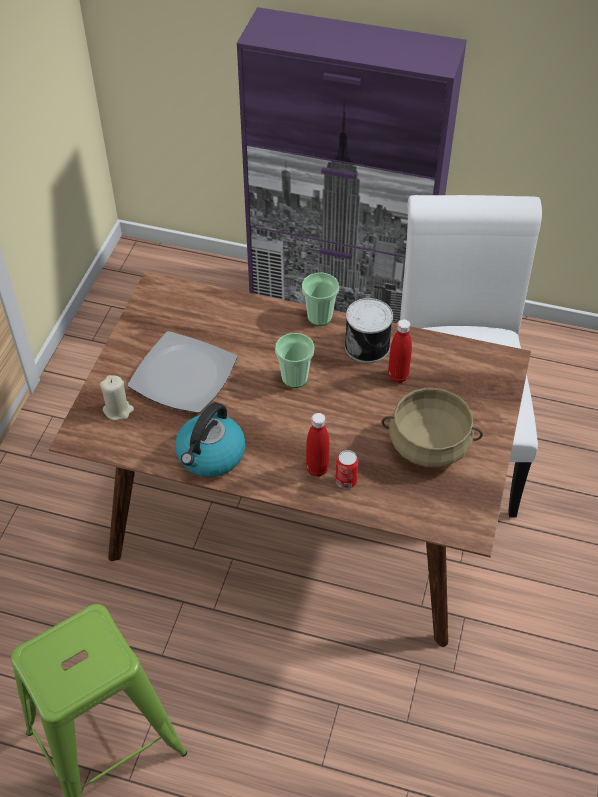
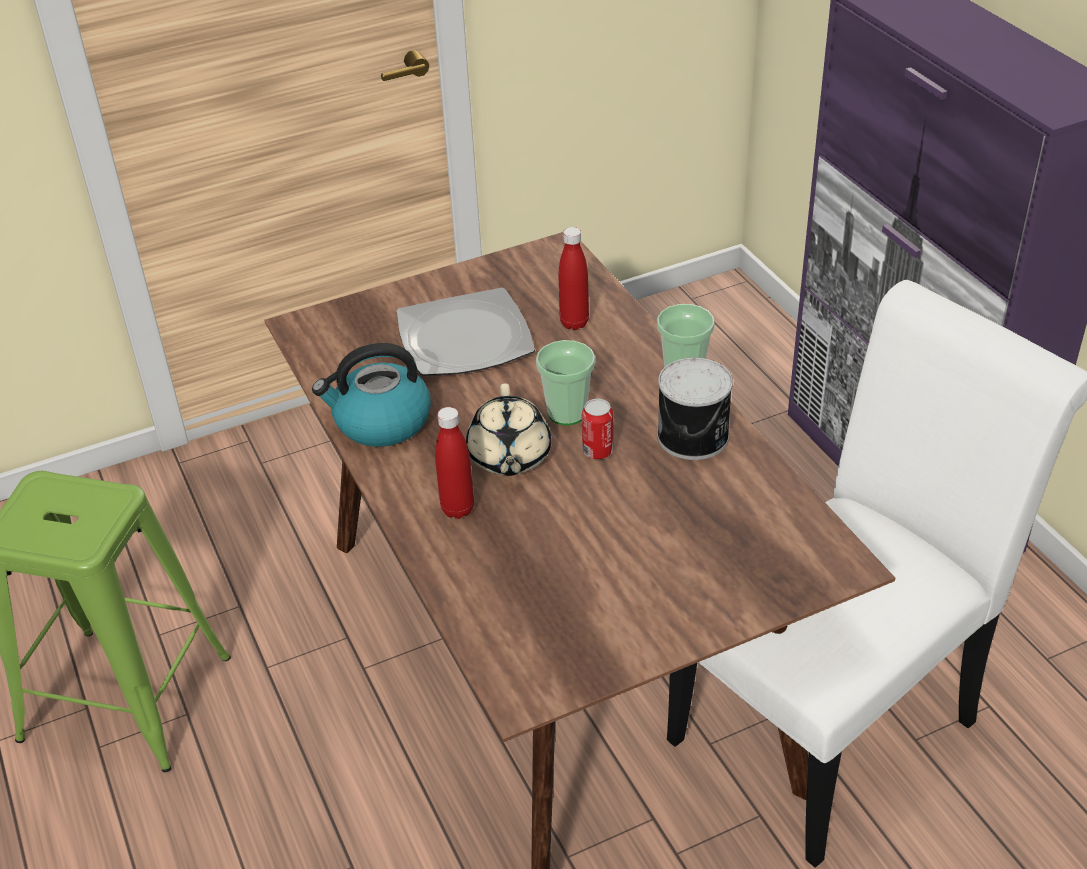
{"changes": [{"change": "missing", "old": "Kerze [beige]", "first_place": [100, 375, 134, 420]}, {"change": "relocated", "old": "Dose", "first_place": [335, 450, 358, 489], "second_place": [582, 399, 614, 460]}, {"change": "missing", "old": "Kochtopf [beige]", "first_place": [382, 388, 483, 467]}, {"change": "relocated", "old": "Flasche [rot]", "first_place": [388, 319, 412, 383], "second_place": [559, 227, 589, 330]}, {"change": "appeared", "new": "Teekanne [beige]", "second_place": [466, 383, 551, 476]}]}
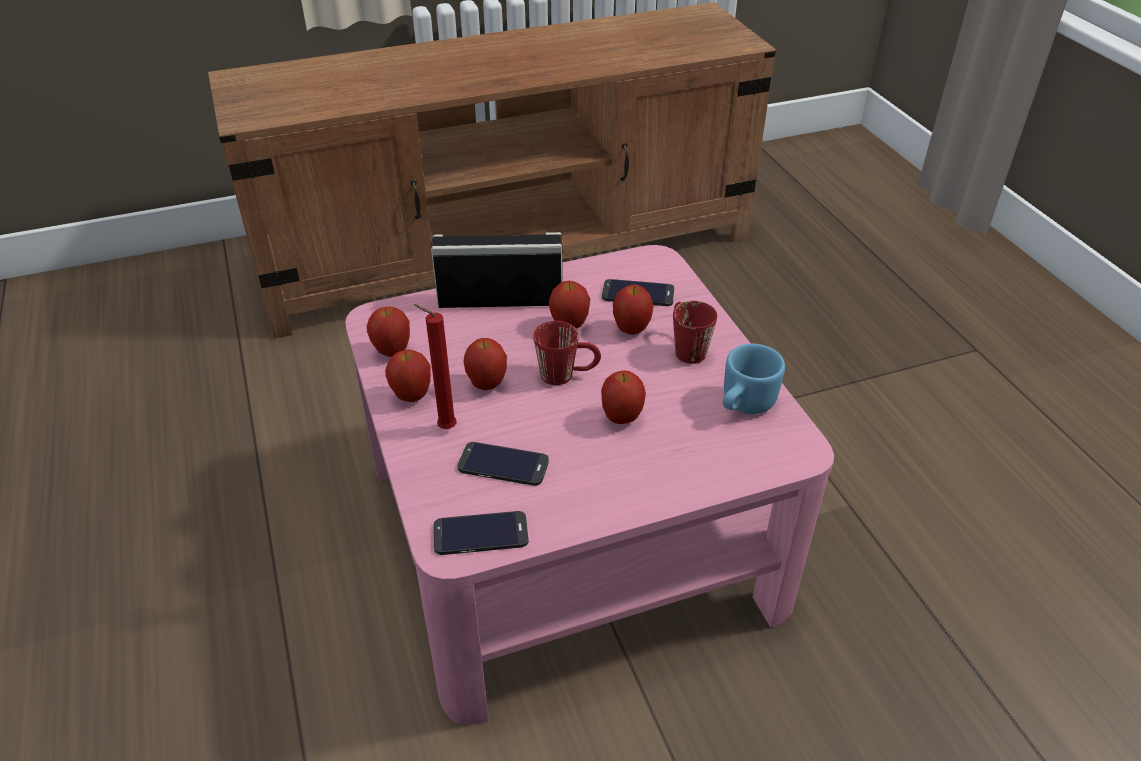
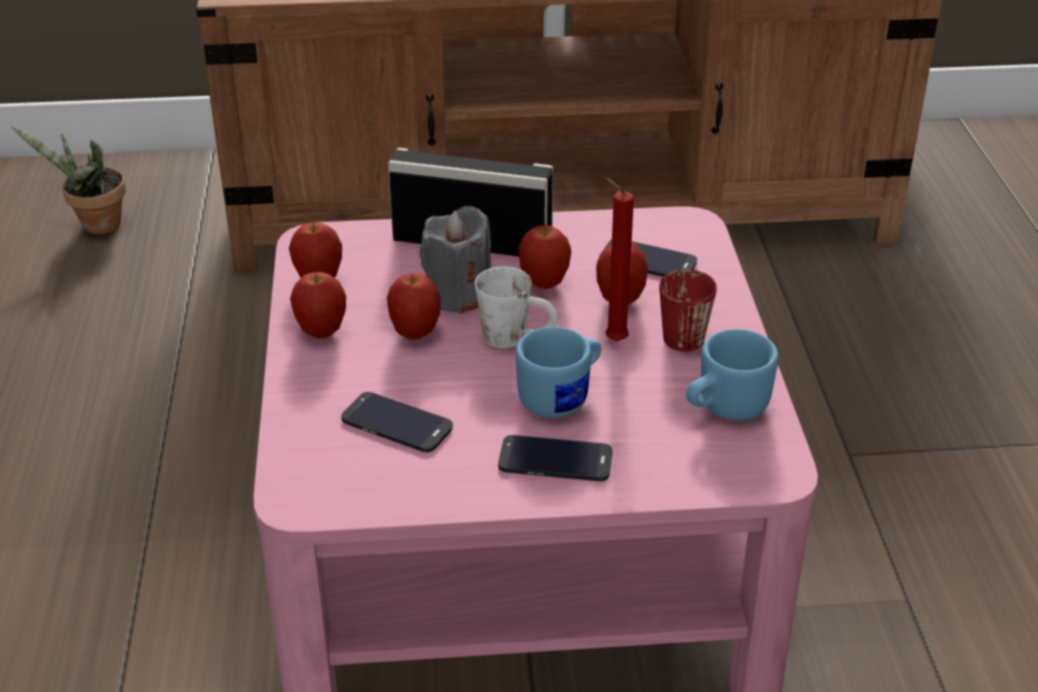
{"changes": [{"change": "relocated", "old": "Kerze [rot]", "first_place": [414, 304, 457, 429], "second_place": [604, 177, 634, 342]}, {"change": "relocated", "old": "Handy", "first_place": [433, 511, 528, 555], "second_place": [498, 435, 613, 481]}, {"change": "colour", "old": "Henkelbecher [rot]", "new": "Henkelbecher [weiß]", "first_place": [533, 321, 601, 385], "second_place": [475, 266, 558, 348]}, {"change": "exchanged", "old": "Apfel", "new": "Henkelbecher [blau]", "first_place": [601, 371, 646, 424], "second_place": [516, 327, 601, 418]}, {"change": "appeared", "new": "Topfpflanze", "second_place": [12, 126, 126, 234]}, {"change": "appeared", "new": "Kerze [grau]", "second_place": [419, 206, 491, 314]}]}
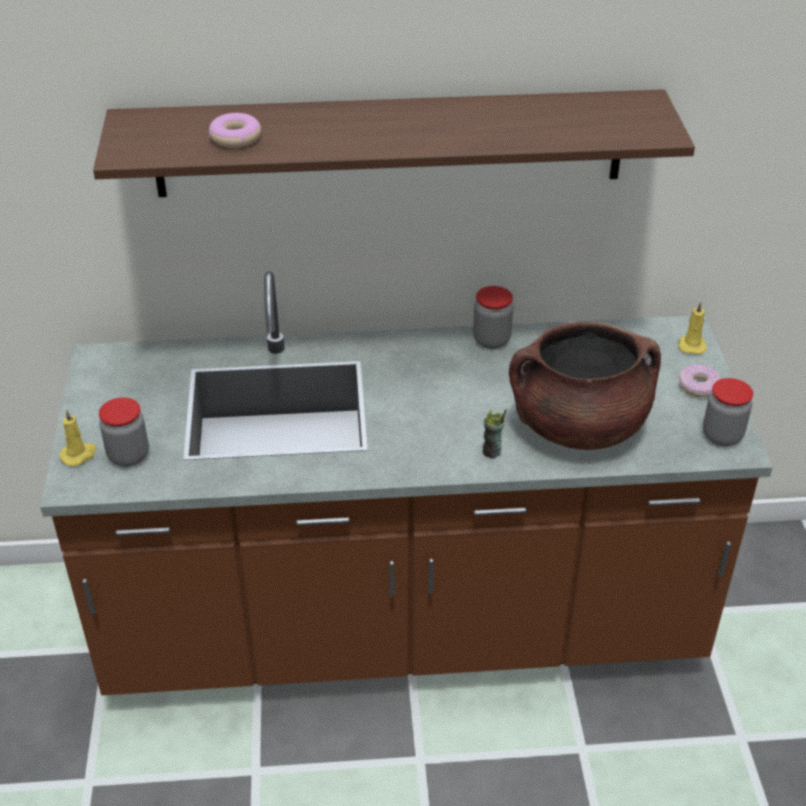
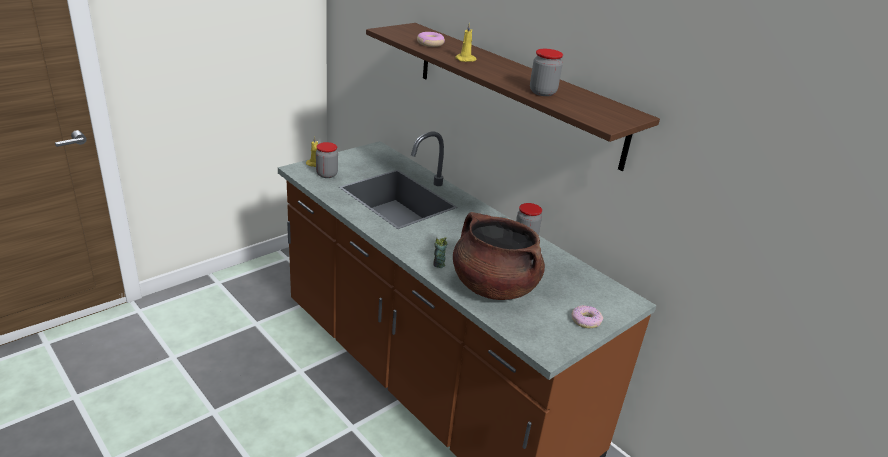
{"changes": [{"change": "relocated", "old": "Kerze [gelb]", "first_place": [678, 301, 707, 354], "second_place": [455, 22, 477, 62]}, {"change": "relocated", "old": "Vorratsglas", "first_place": [703, 378, 753, 446], "second_place": [530, 49, 563, 96]}]}
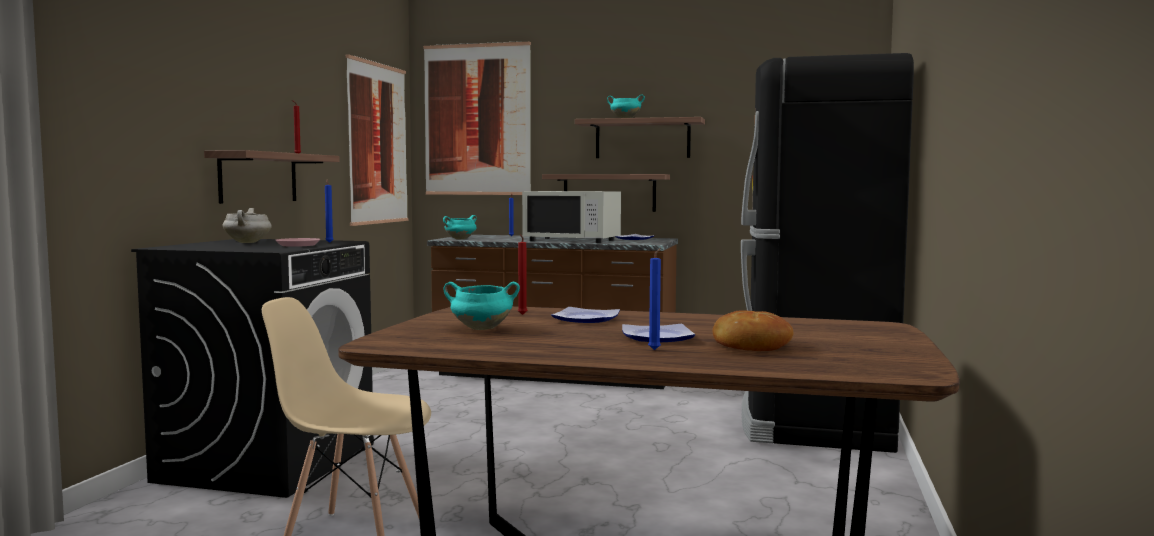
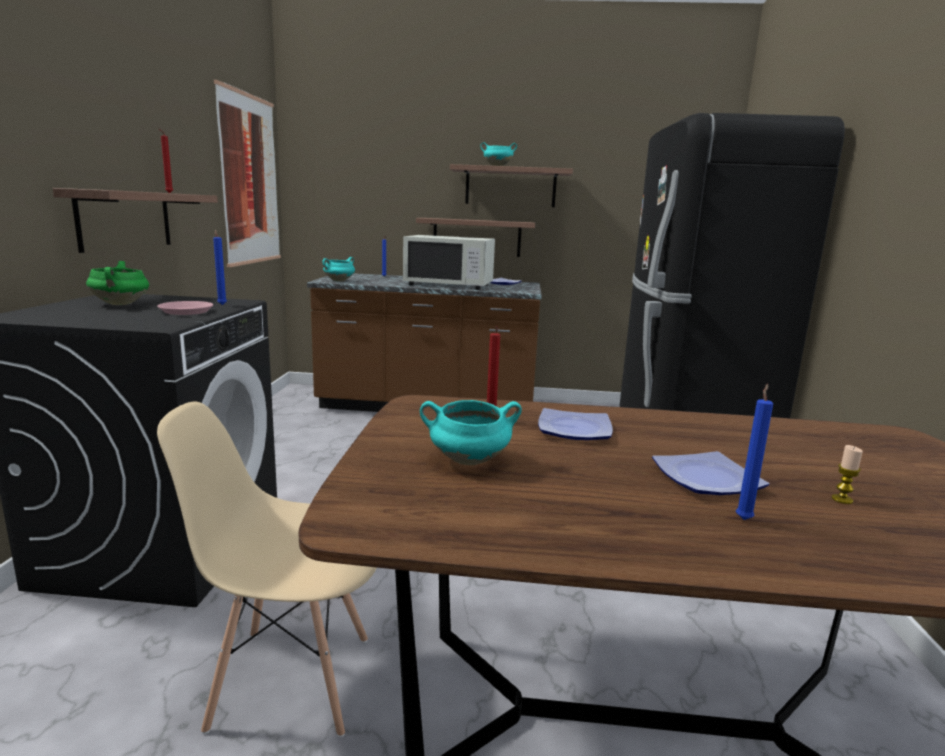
{"changes": [{"change": "colour", "old": "Kochtopf [weiß]", "new": "Kochtopf [grün]", "first_place": [222, 208, 272, 243], "second_place": [86, 261, 149, 305]}, {"change": "missing", "old": "Bild", "first_place": [423, 41, 531, 195]}, {"change": "exchanged", "old": "Brot", "new": "Kerze", "first_place": [712, 310, 794, 351], "second_place": [831, 445, 863, 504]}]}
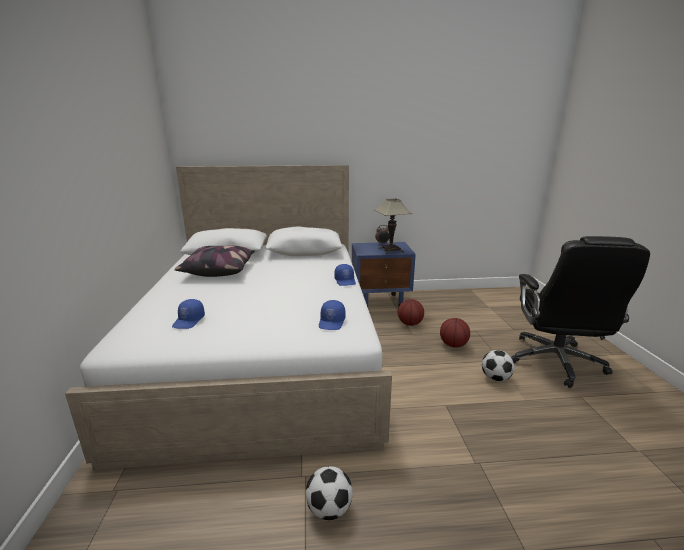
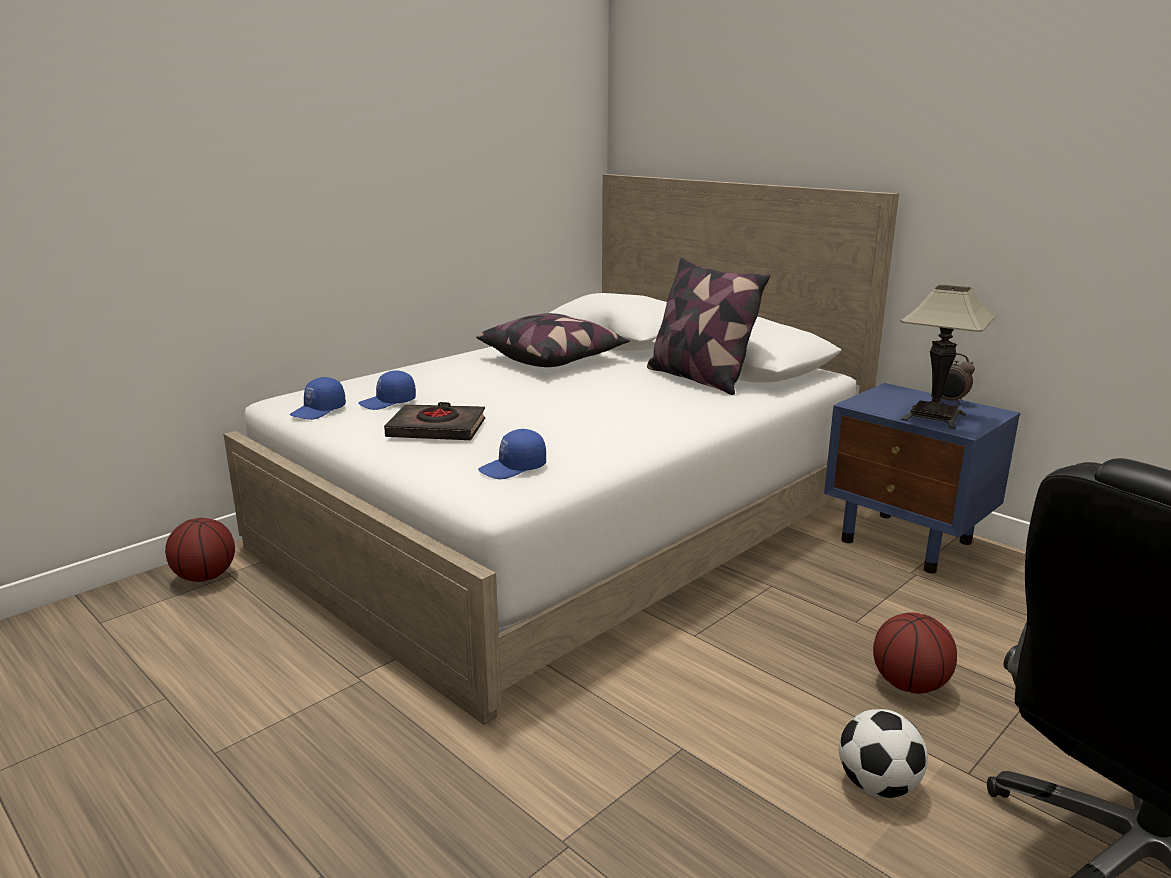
{"changes": [{"change": "missing", "old": "Fußball", "first_place": [306, 466, 353, 520]}, {"change": "relocated", "old": "Kappe [blau]", "first_place": [334, 264, 356, 286], "second_place": [290, 377, 346, 420]}, {"change": "relocated", "old": "Basketball", "first_place": [398, 299, 424, 326], "second_place": [165, 518, 235, 582]}, {"change": "appeared", "new": "Buch [schwarz]", "second_place": [384, 402, 485, 440]}, {"change": "appeared", "new": "Kissen", "second_place": [647, 257, 770, 395]}]}
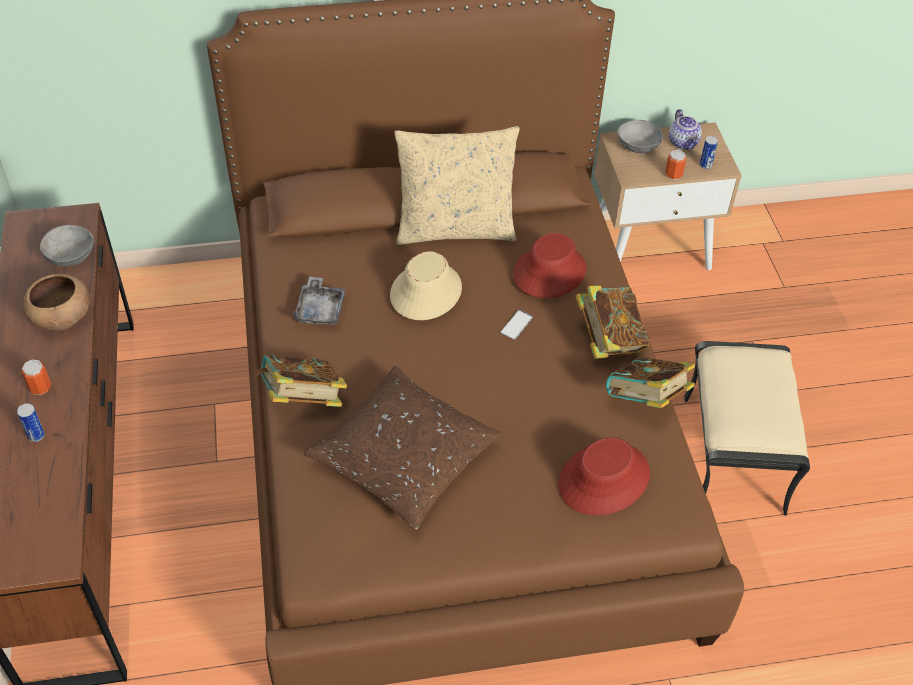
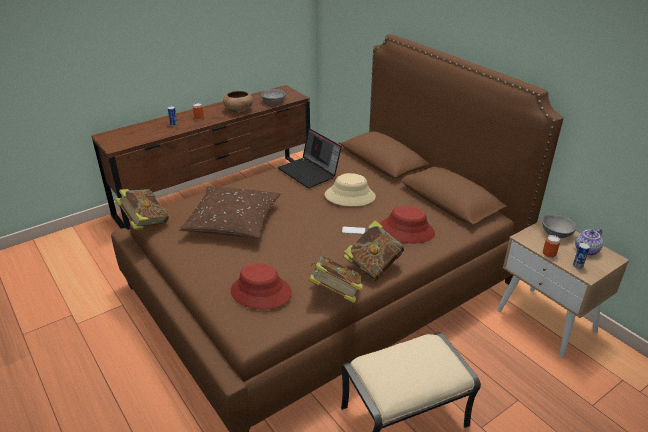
{"changes": [{"change": "relocated", "old": "Buch", "first_place": [255, 355, 347, 407], "second_place": [115, 189, 169, 230]}, {"change": "exchanged", "old": "Tablett [grau]", "new": "Laptop", "first_place": [293, 276, 346, 326], "second_place": [278, 128, 342, 188]}, {"change": "missing", "old": "Kissen [beige]", "first_place": [394, 126, 520, 245]}]}
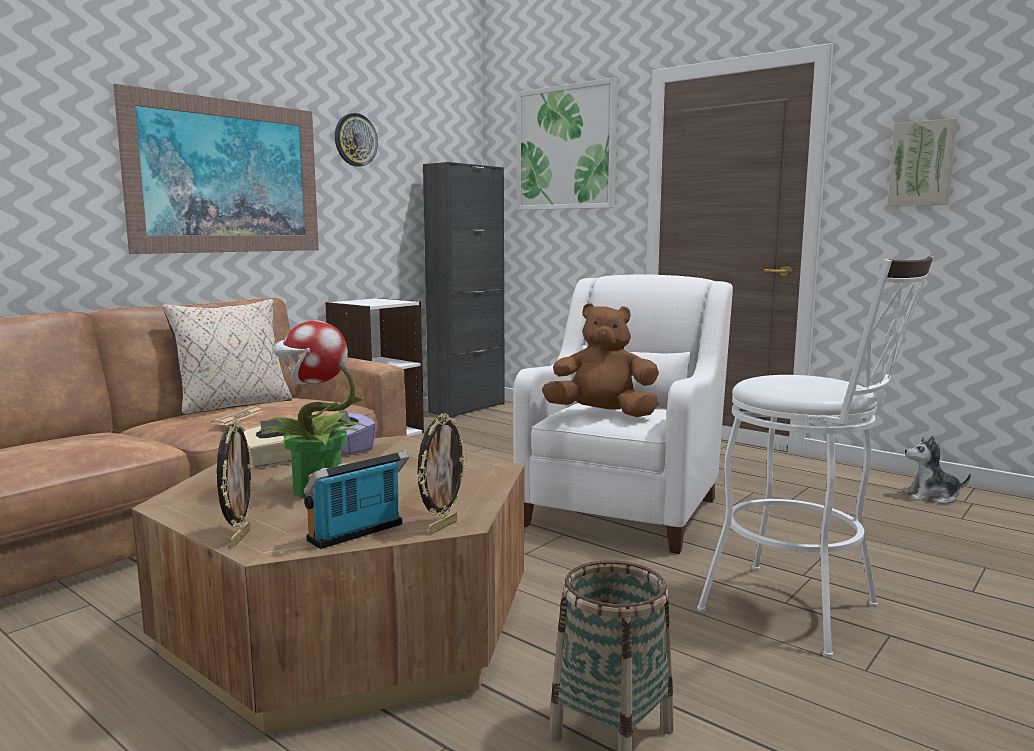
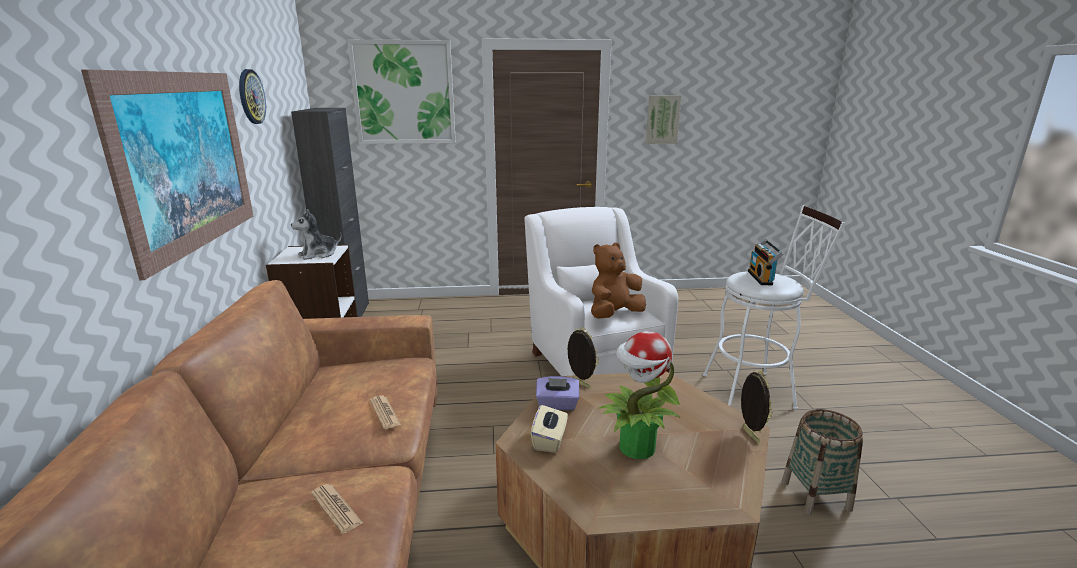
{"changes": [{"change": "missing", "old": "Kissen [beige]", "first_place": [163, 299, 292, 415]}, {"change": "relocated", "old": "Bilderrahmen", "first_place": [217, 420, 254, 546], "second_place": [567, 327, 599, 389]}, {"change": "relocated", "old": "Radio", "first_place": [303, 451, 410, 549], "second_place": [748, 239, 783, 285]}, {"change": "relocated", "old": "Plüschtier", "first_place": [903, 435, 971, 504], "second_place": [291, 209, 342, 260]}, {"change": "appeared", "new": "Zeitung", "second_place": [311, 484, 363, 534]}]}
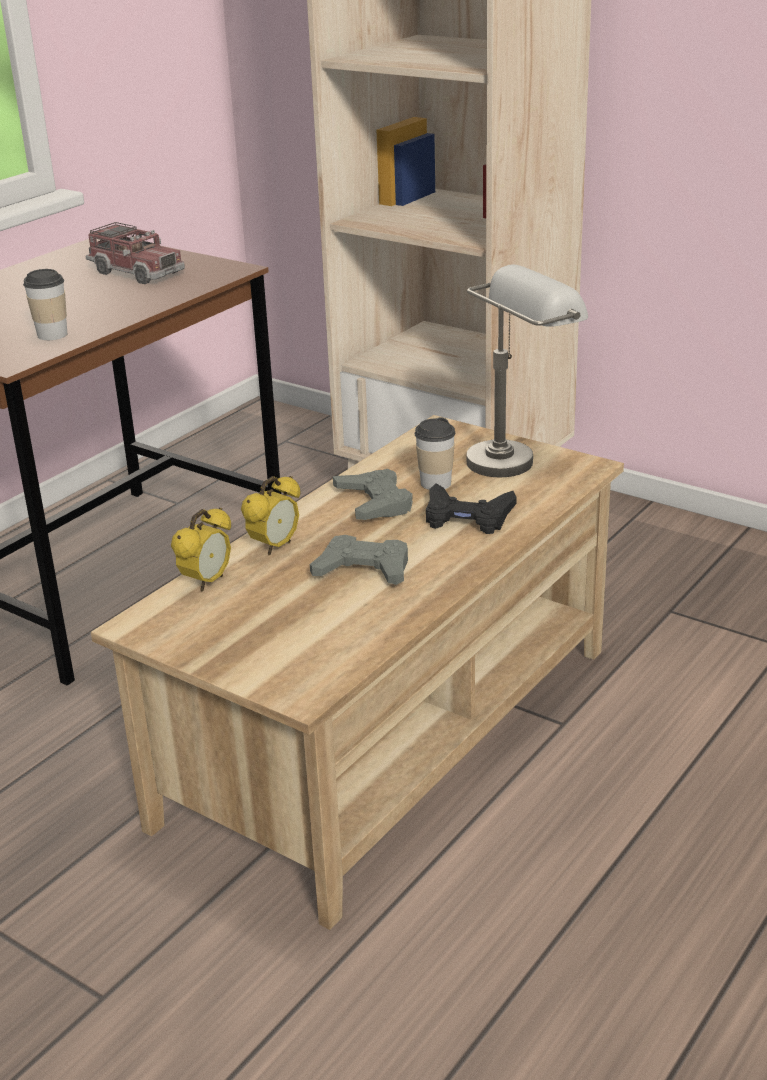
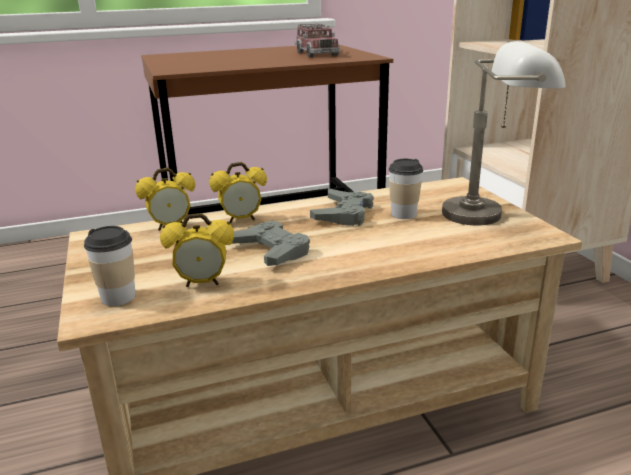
{"changes": [{"change": "relocated", "old": "Tasse", "first_place": [23, 269, 67, 340], "second_place": [84, 226, 136, 306]}, {"change": "missing", "old": "Gamepad [schwarz]", "first_place": [426, 484, 516, 534]}, {"change": "appeared", "new": "Wecker", "second_place": [160, 213, 234, 287]}]}
